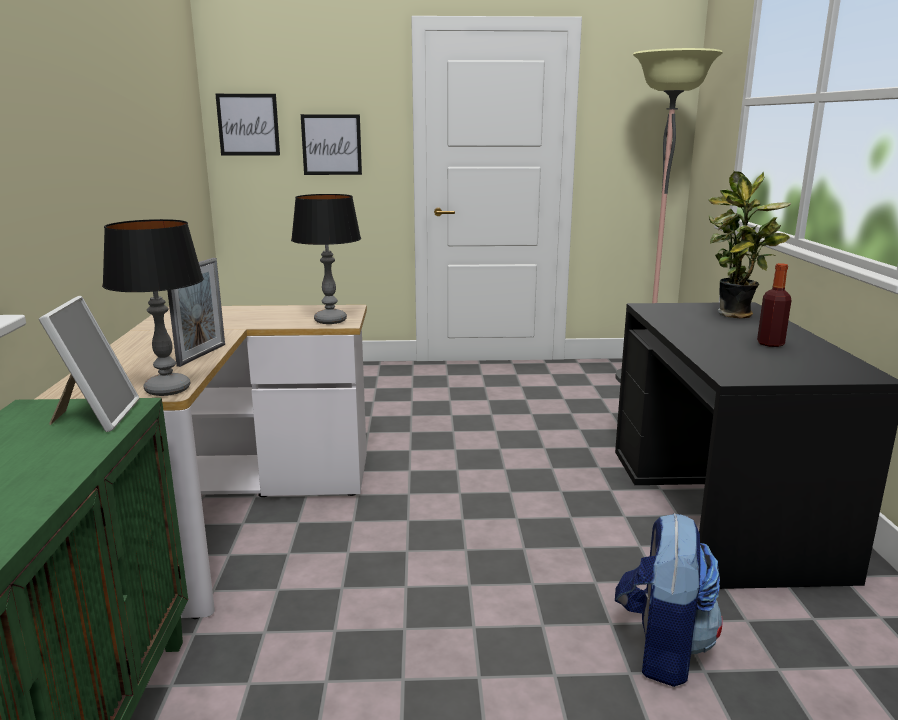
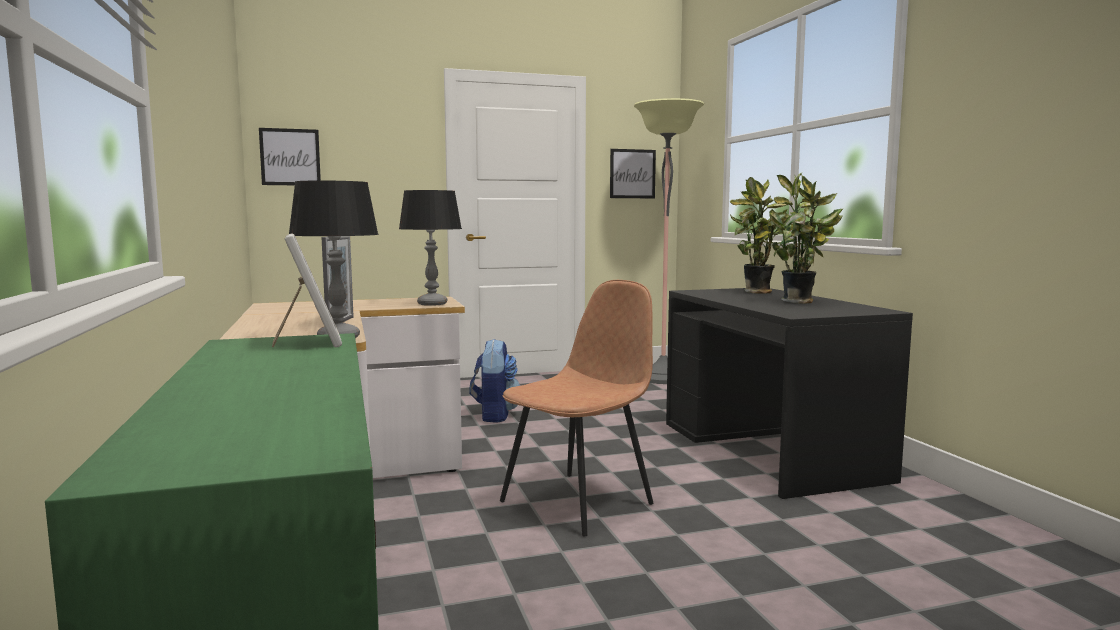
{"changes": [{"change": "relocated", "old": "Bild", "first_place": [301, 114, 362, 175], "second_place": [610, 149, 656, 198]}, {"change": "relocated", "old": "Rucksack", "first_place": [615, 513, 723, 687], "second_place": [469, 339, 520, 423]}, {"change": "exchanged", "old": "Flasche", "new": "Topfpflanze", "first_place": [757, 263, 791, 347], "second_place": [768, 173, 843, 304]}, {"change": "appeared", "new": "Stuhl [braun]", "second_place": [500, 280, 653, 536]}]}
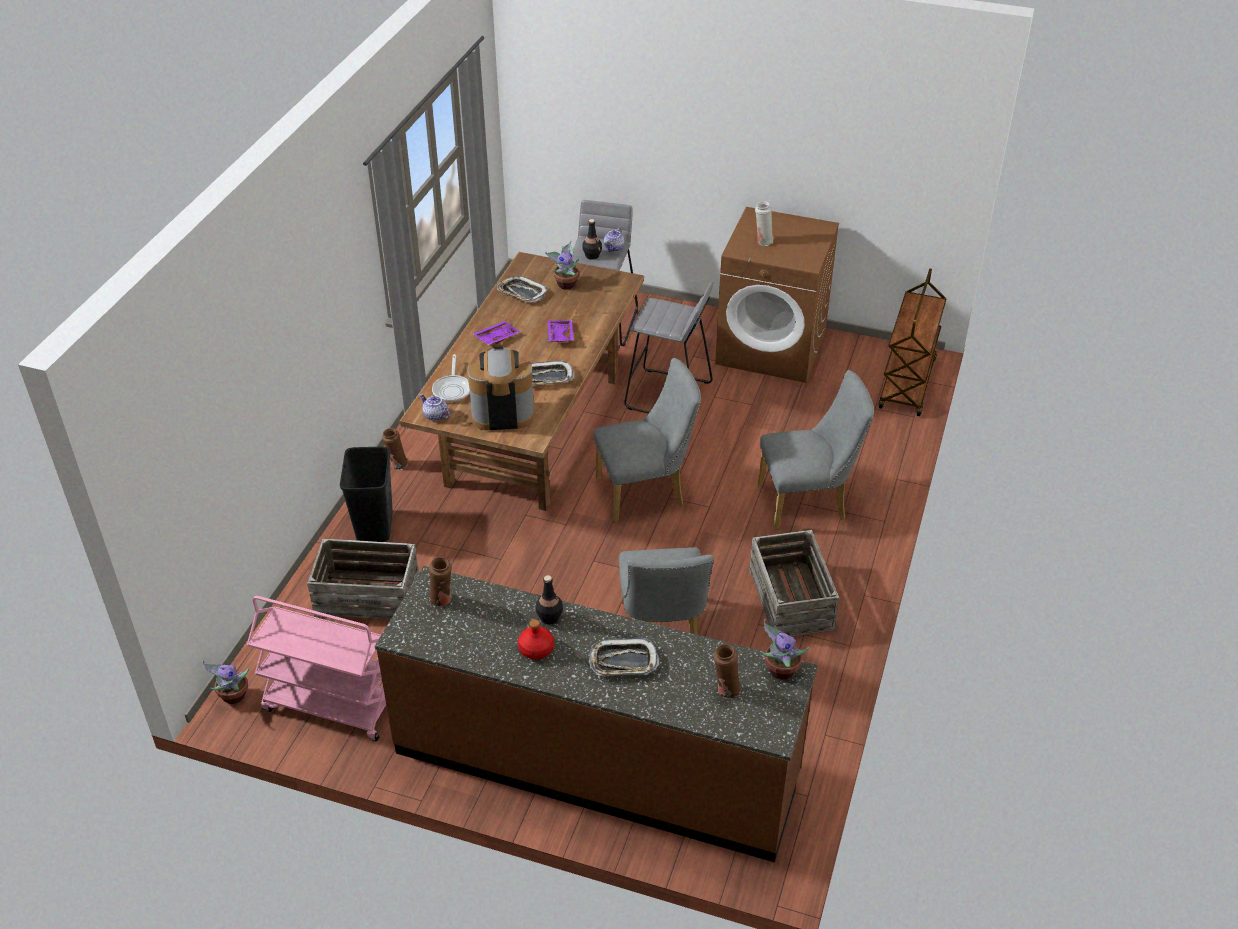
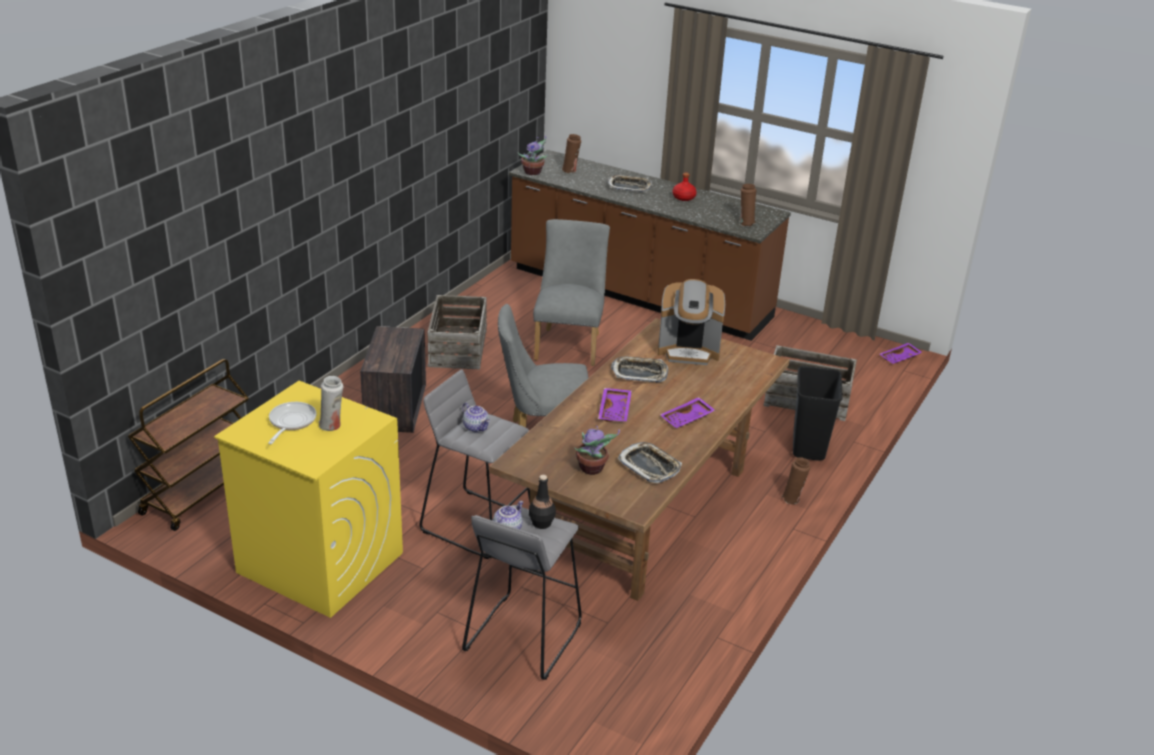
{"changes": [{"change": "exchanged", "old": "Topfpflanze", "new": "Tablett [lila]", "first_place": [203, 660, 249, 704], "second_place": [880, 343, 923, 364]}, {"change": "missing", "old": "Rollwagen [rosa]", "first_place": [247, 596, 386, 741]}, {"change": "relocated", "old": "Teekanne", "first_place": [419, 394, 450, 421], "second_place": [463, 403, 490, 432]}, {"change": "relocated", "old": "Pfanne", "first_place": [432, 354, 470, 402], "second_place": [268, 402, 316, 444]}, {"change": "missing", "old": "Flasche [schwarz]", "first_place": [536, 575, 563, 625]}, {"change": "colour", "old": "Waschmaschine [braun]", "new": "Waschmaschine [gelb]", "first_place": [715, 207, 839, 383], "second_place": [214, 381, 403, 618]}, {"change": "exchanged", "old": "Stuhl [grau]", "new": "Kiste", "first_place": [758, 370, 874, 530], "second_place": [360, 326, 426, 433]}]}
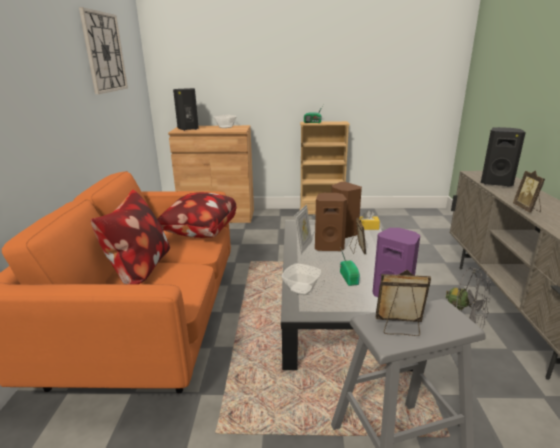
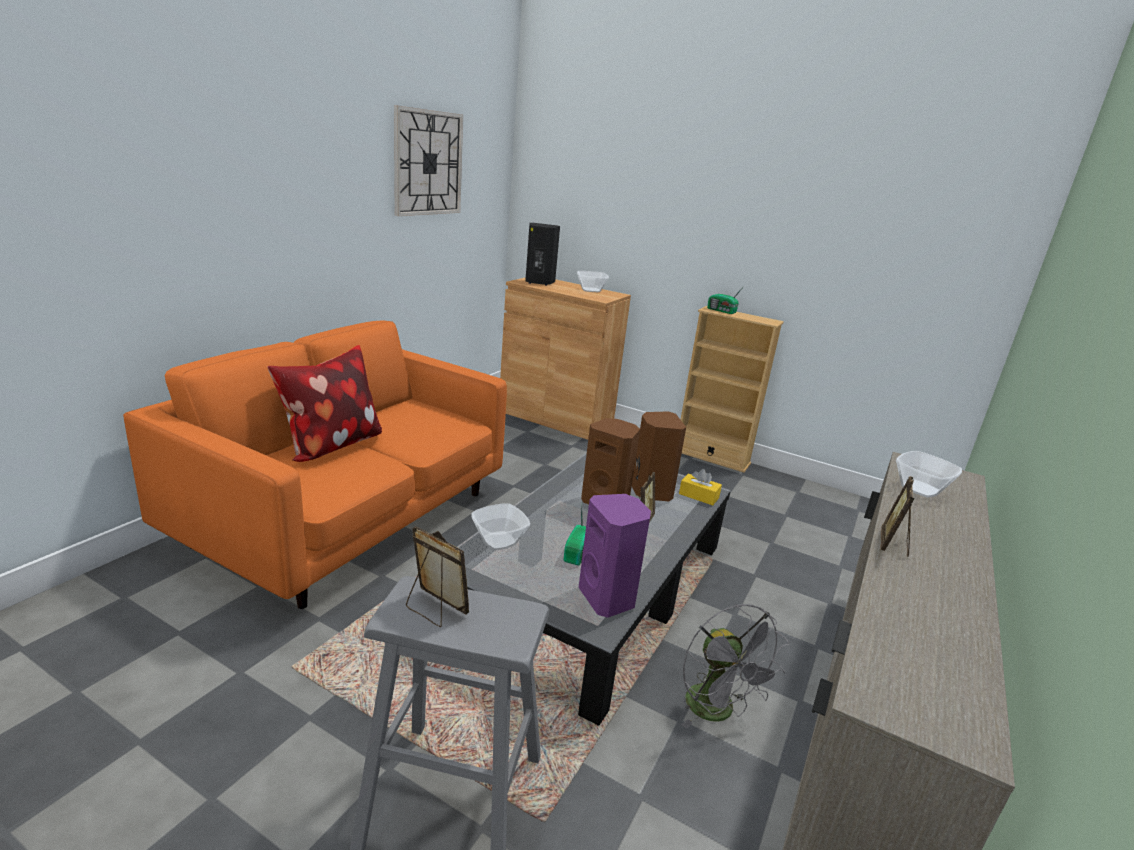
{"changes": [{"change": "missing", "old": "Kissen", "first_place": [157, 192, 237, 238]}, {"change": "missing", "old": "Bilderrahmen", "first_place": [295, 204, 312, 254]}, {"change": "exchanged", "old": "Lautsprecher [schwarz]", "new": "Schüssel", "first_place": [481, 127, 526, 187], "second_place": [896, 451, 962, 498]}]}
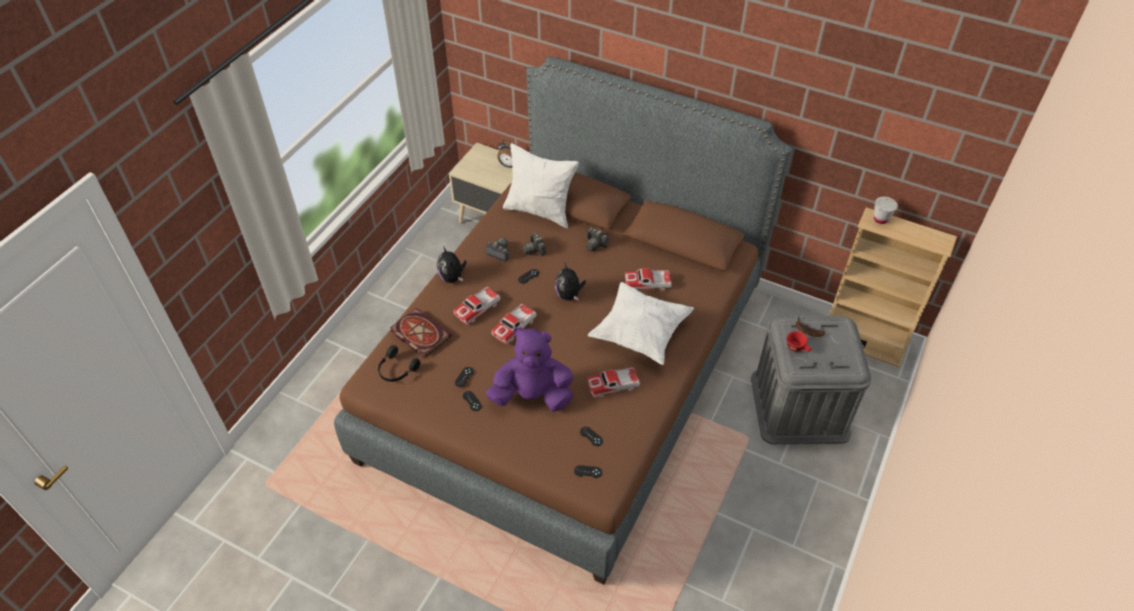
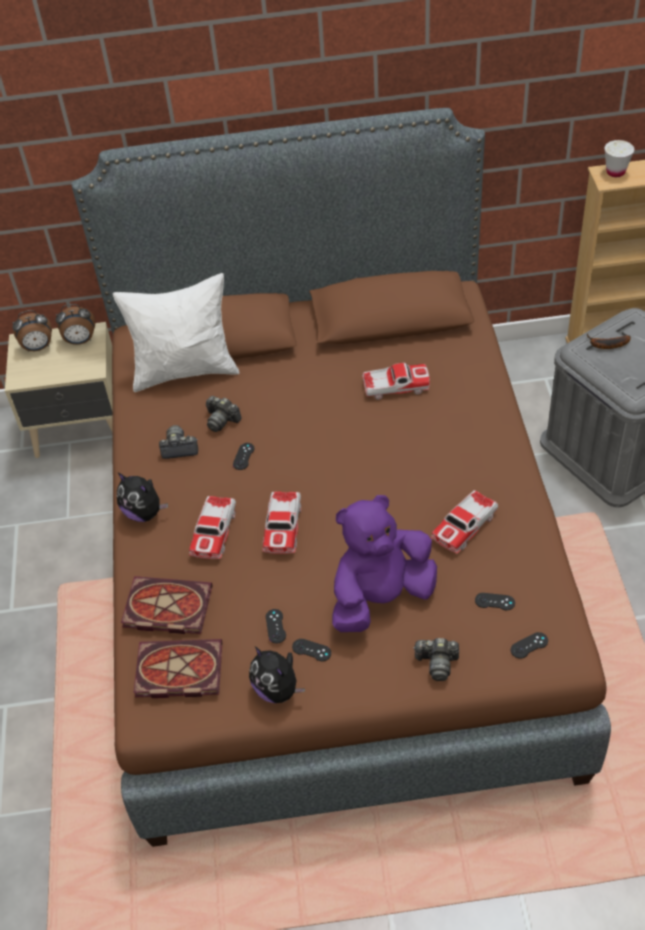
{"changes": [{"change": "exchanged", "old": "Kopfhörer [schwarz]", "new": "Buch", "first_place": [378, 345, 421, 382], "second_place": [133, 639, 222, 698]}, {"change": "relocated", "old": "Plüschtier", "first_place": [555, 263, 586, 301], "second_place": [249, 647, 305, 703]}, {"change": "relocated", "old": "Kamera", "first_place": [586, 227, 609, 251], "second_place": [413, 638, 459, 681]}, {"change": "missing", "old": "Kissen [weiß]", "first_place": [588, 282, 694, 365]}, {"change": "spun", "old": "Spielzeugauto", "first_place": [625, 268, 672, 291], "second_place": [362, 363, 430, 400], "degrees": -150}, {"change": "missing", "old": "Tasse [rot]", "first_place": [787, 331, 812, 352]}, {"change": "appeared", "new": "Wecker", "second_place": [13, 310, 52, 352]}]}
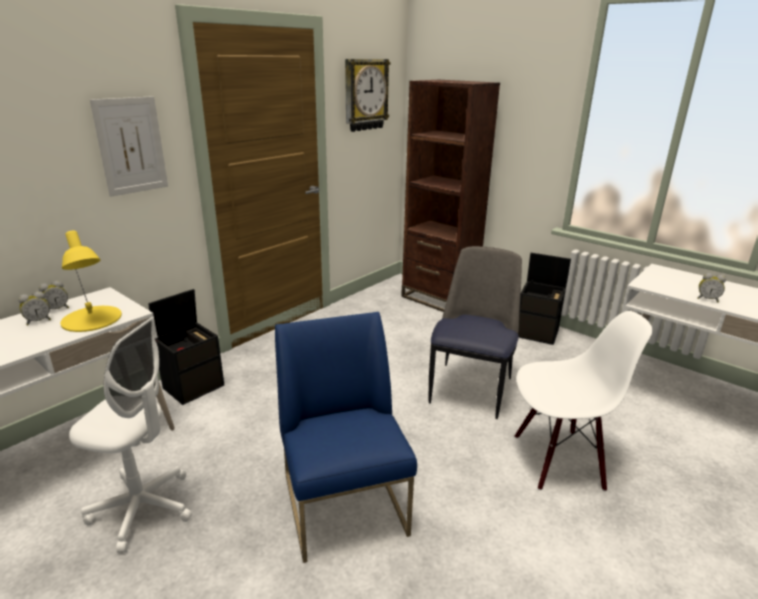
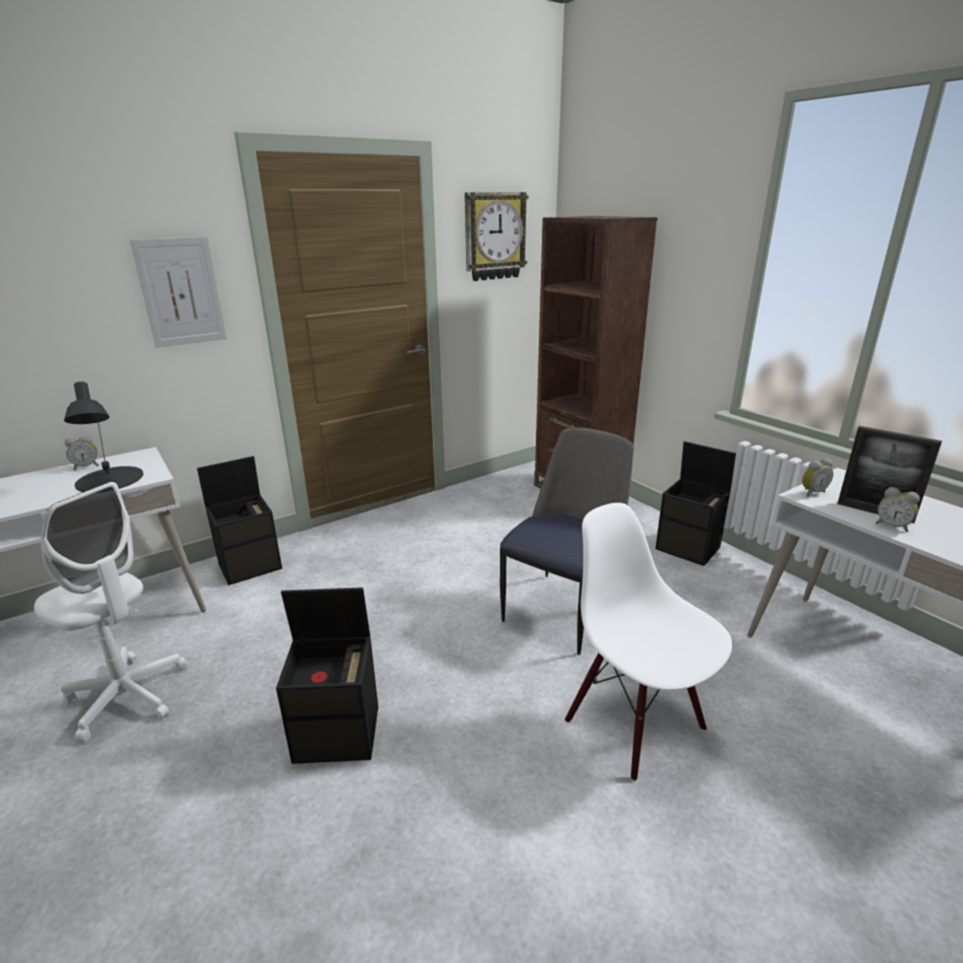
{"changes": [{"change": "relocated", "old": "Wecker", "first_place": [18, 291, 51, 325], "second_place": [802, 458, 833, 497]}, {"change": "colour", "old": "Tischlampe [gelb]", "new": "Tischlampe [schwarz]", "first_place": [60, 231, 122, 332], "second_place": [64, 382, 143, 492]}, {"change": "exchanged", "old": "Stuhl [blau]", "new": "Aufbewahrungsbox [schwarz]", "first_place": [275, 312, 417, 563], "second_place": [276, 587, 378, 764]}, {"change": "spun", "old": "Stuhl [weiß]", "first_place": [515, 311, 652, 491], "second_place": [565, 503, 732, 782], "degrees": -135}, {"change": "appeared", "new": "Bilderrahmen", "second_place": [837, 426, 942, 523]}]}
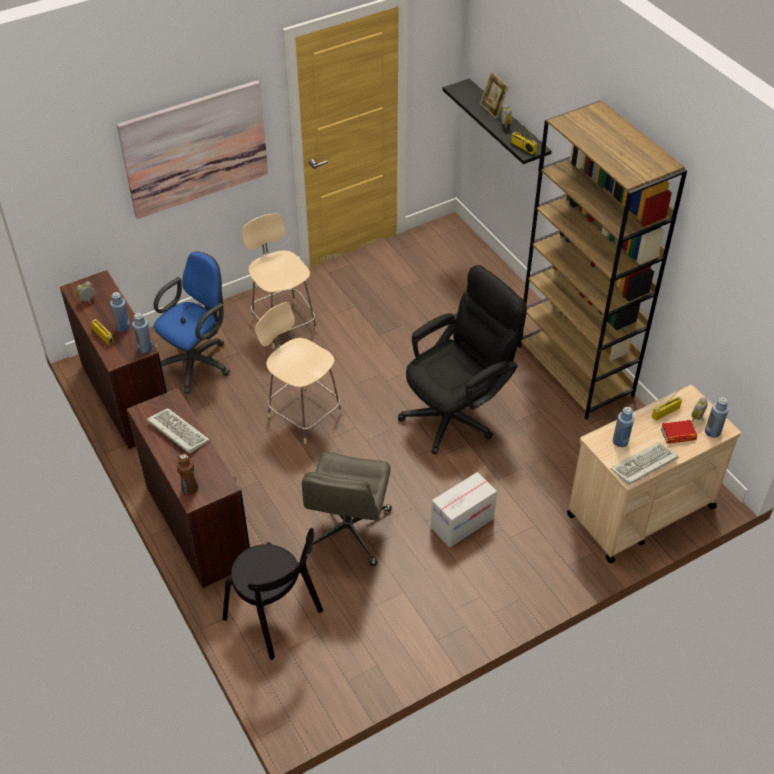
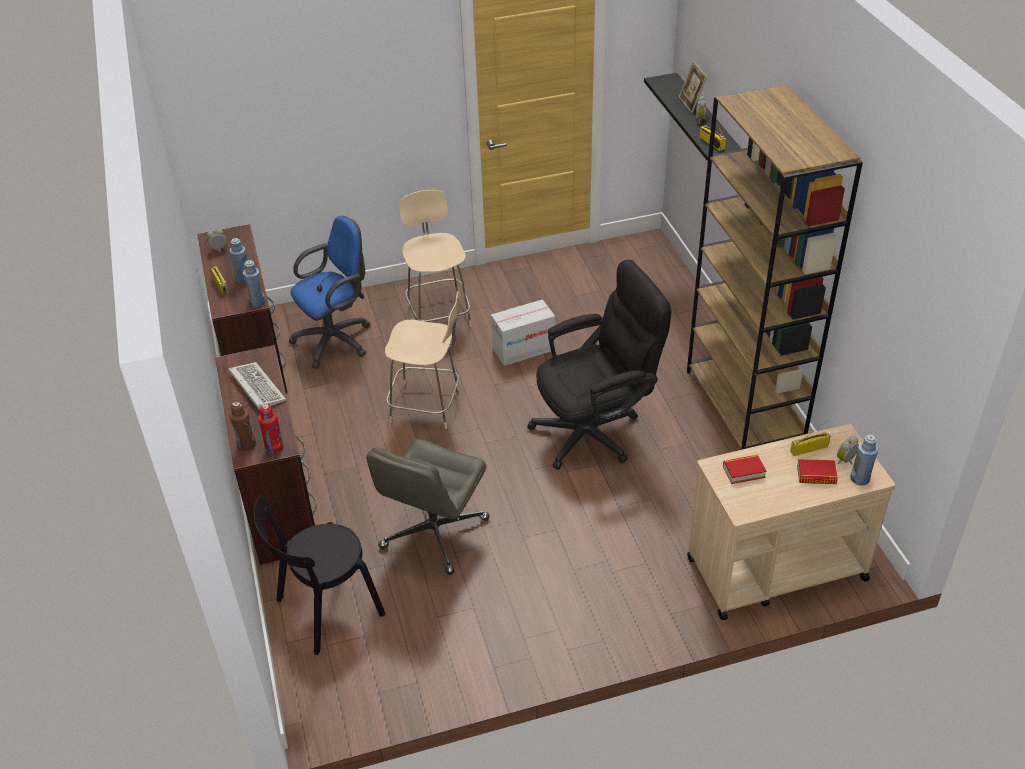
{"changes": [{"change": "missing", "old": "Bild", "first_place": [117, 80, 268, 219]}, {"change": "spun", "old": "Stuhl [schwarz]", "first_place": [223, 528, 323, 660], "second_place": [254, 496, 385, 655], "degrees": 90}, {"change": "spun", "old": "Stuhl [beige]", "first_place": [255, 302, 342, 444], "second_place": [385, 292, 460, 429], "degrees": 135}, {"change": "relocated", "old": "Karton", "first_place": [431, 472, 497, 547], "second_place": [491, 299, 555, 366]}, {"change": "missing", "old": "Tastatur", "first_place": [611, 442, 679, 485]}, {"change": "exchanged", "old": "Flasche [blau]", "new": "Buch", "first_place": [613, 407, 634, 447], "second_place": [723, 455, 766, 484]}, {"change": "appeared", "new": "Flasche [rot]", "second_place": [258, 404, 284, 454]}]}
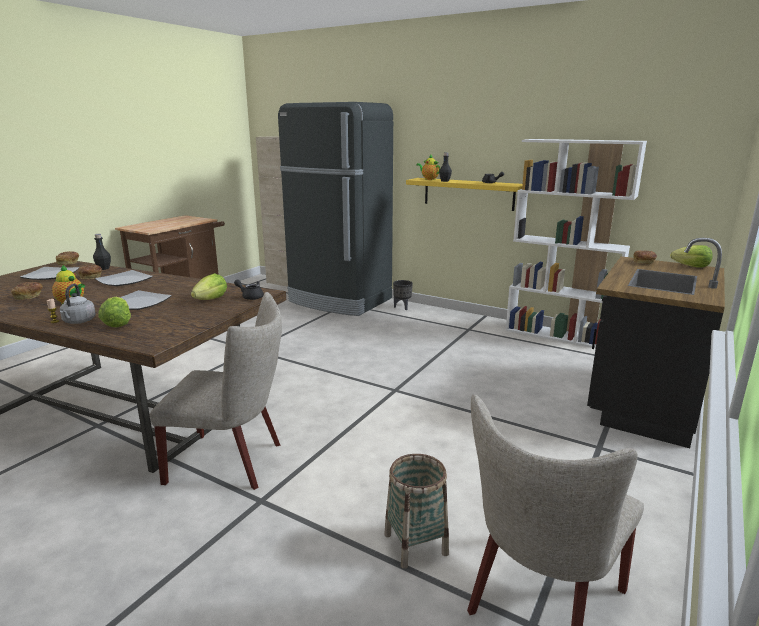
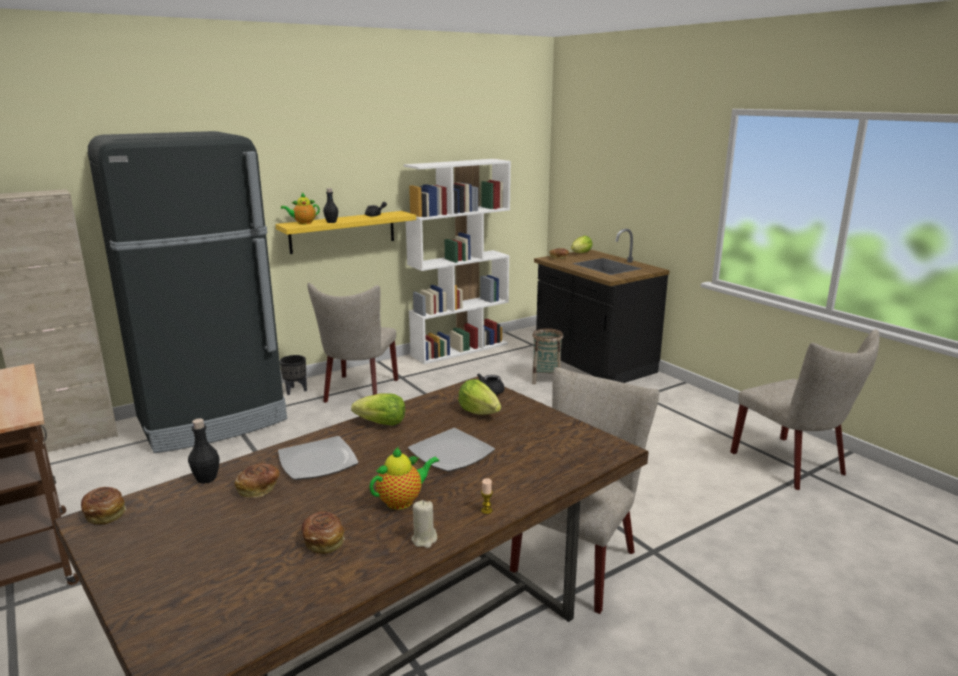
{"changes": [{"change": "missing", "old": "Teller", "first_place": [20, 267, 80, 280]}, {"change": "missing", "old": "Wasserkessel [grau]", "first_place": [60, 284, 96, 324]}, {"change": "relocated", "old": "Salatkopf", "first_place": [98, 297, 131, 327], "second_place": [351, 393, 405, 426]}, {"change": "relocated", "old": "Korb", "first_place": [384, 454, 449, 569], "second_place": [532, 328, 563, 385]}, {"change": "appeared", "new": "Stuhl [beige]", "second_place": [307, 283, 398, 403]}, {"change": "appeared", "new": "Kerze [beige]", "second_place": [411, 500, 437, 548]}]}
